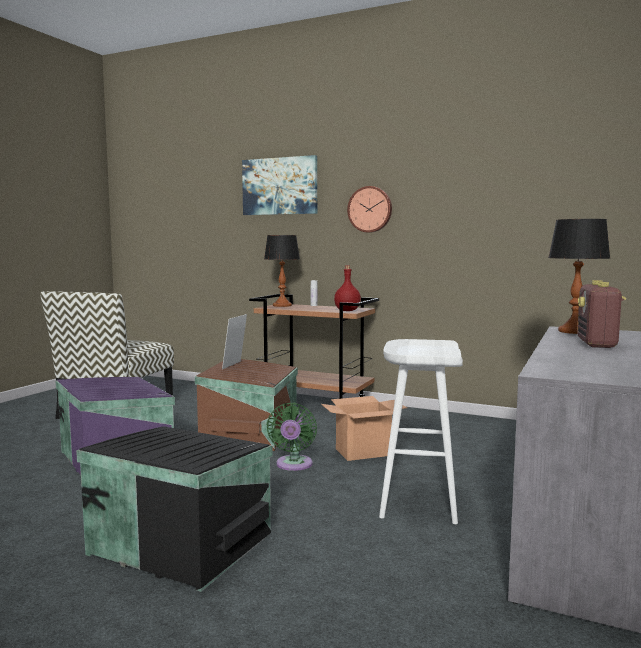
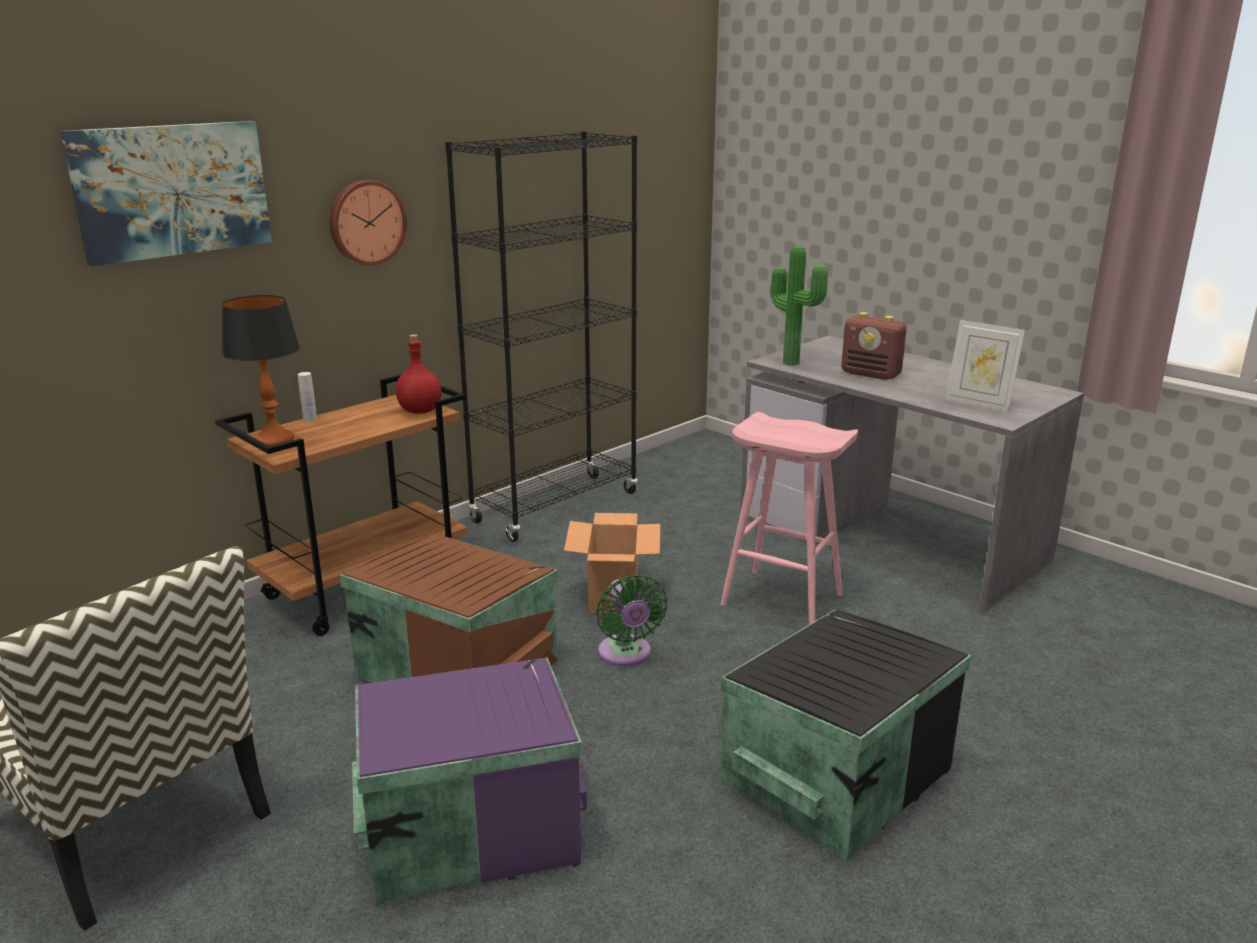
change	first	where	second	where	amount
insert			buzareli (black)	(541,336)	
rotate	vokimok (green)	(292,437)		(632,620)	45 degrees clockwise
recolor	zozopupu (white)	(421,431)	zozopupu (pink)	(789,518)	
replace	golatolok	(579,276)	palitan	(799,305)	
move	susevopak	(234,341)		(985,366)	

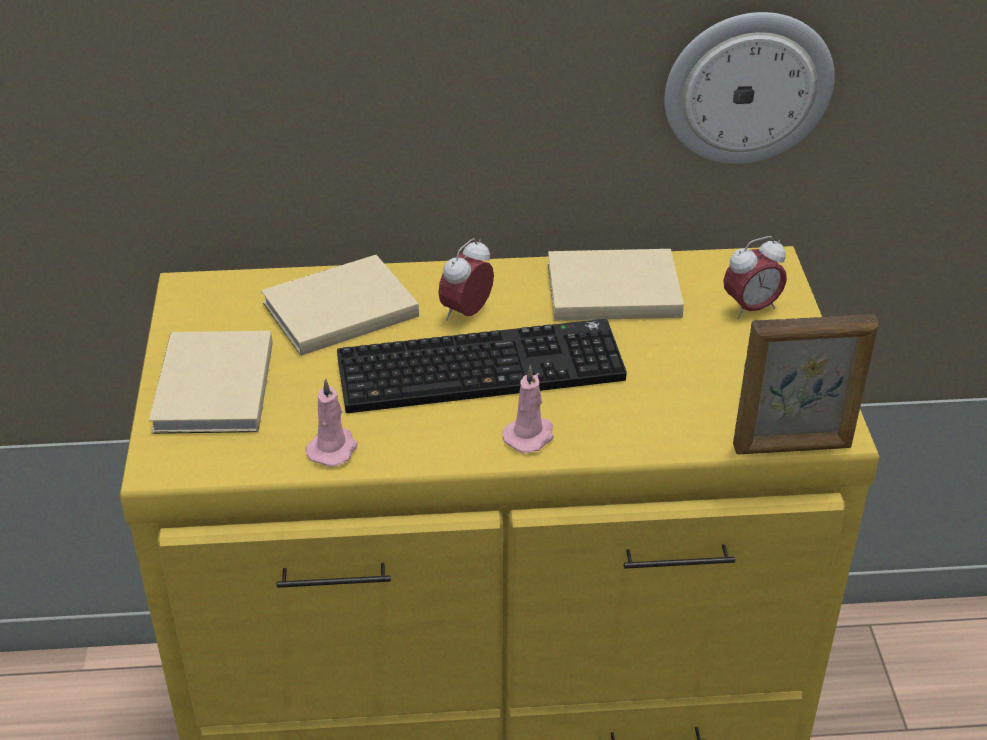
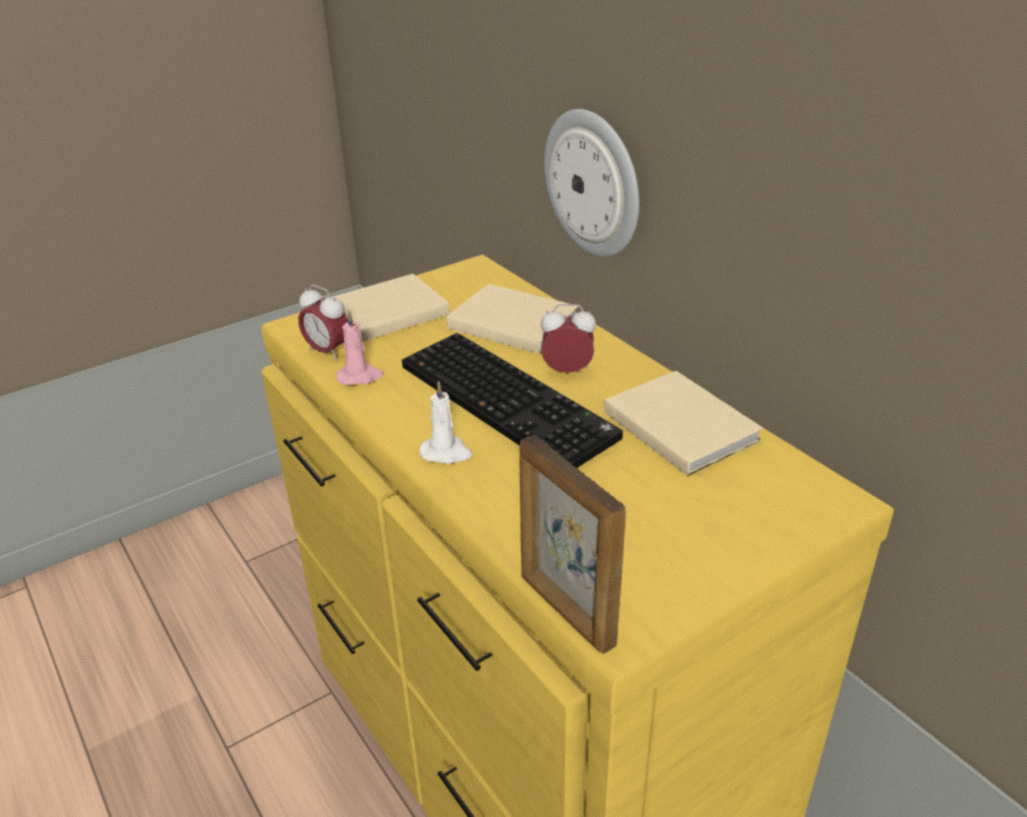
change	first	where	second	where	amount
move	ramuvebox	(755,277)		(323,323)	
recolor	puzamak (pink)	(528,409)	puzamak (white)	(446,422)	
move	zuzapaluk	(749,88)		(591,183)	

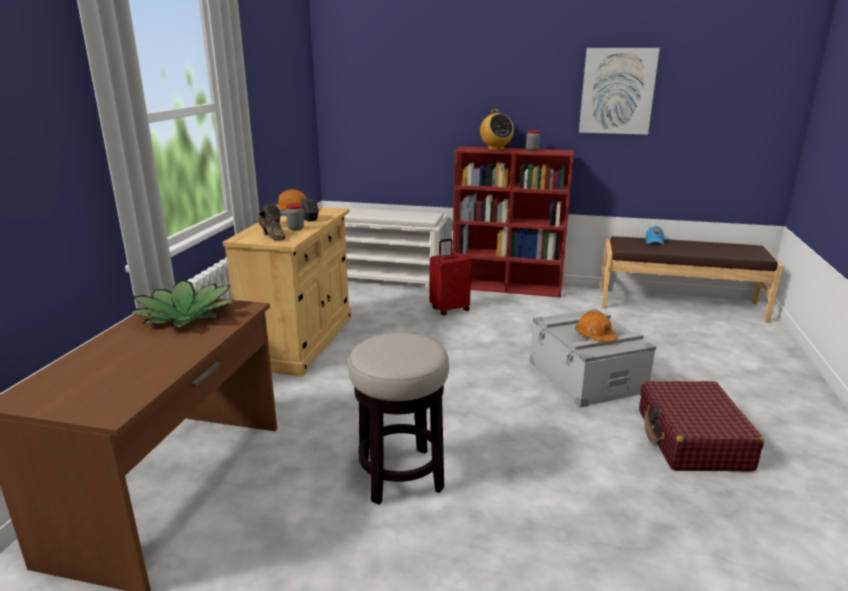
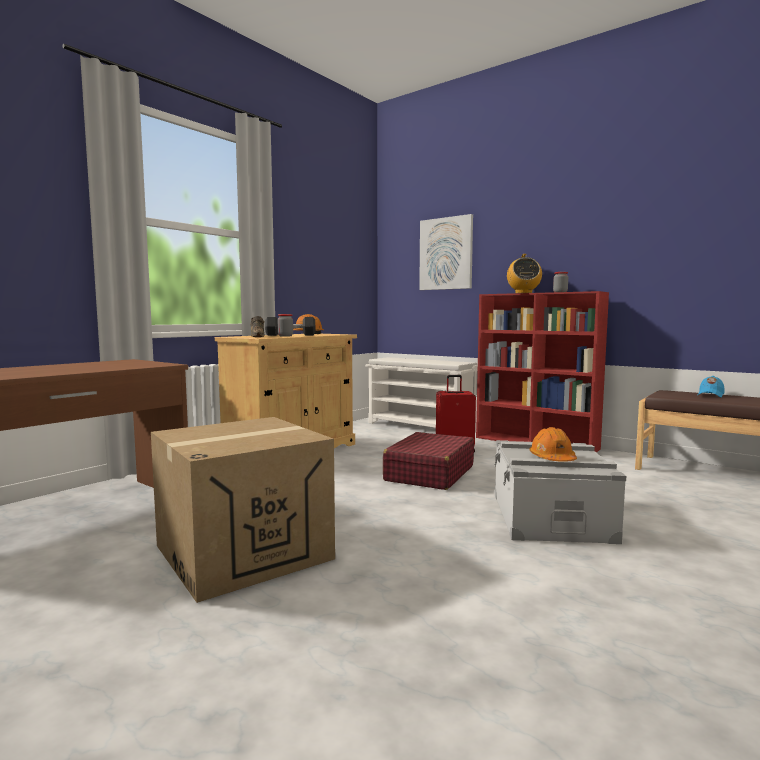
change	first	where	second	where	amount
replace	zozopupu	(398,419)	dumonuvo	(243,510)	
move	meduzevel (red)	(701,426)		(428,461)	
move	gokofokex	(619,91)		(446,252)	
delete	palitan	(181,304)			

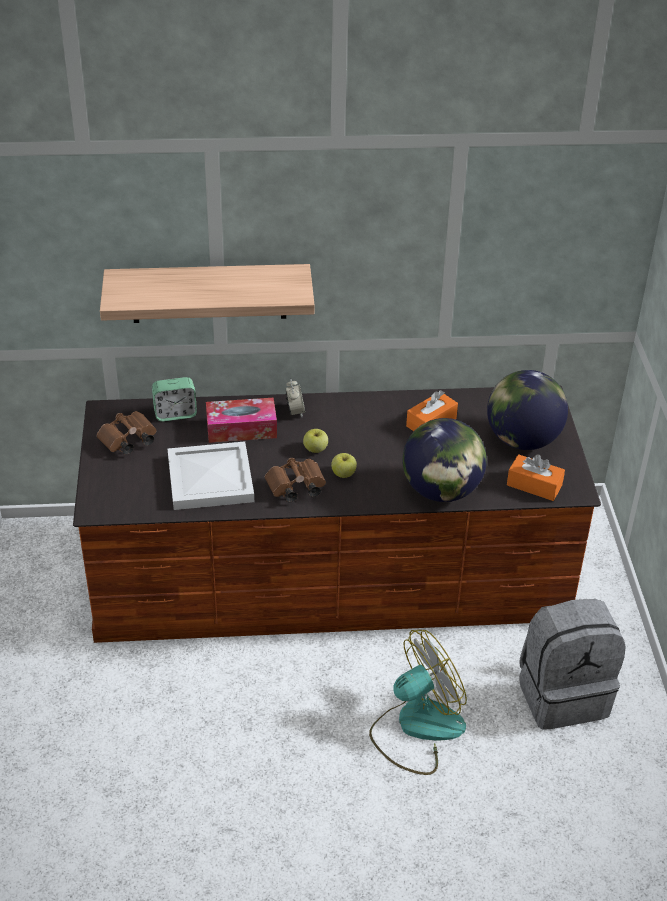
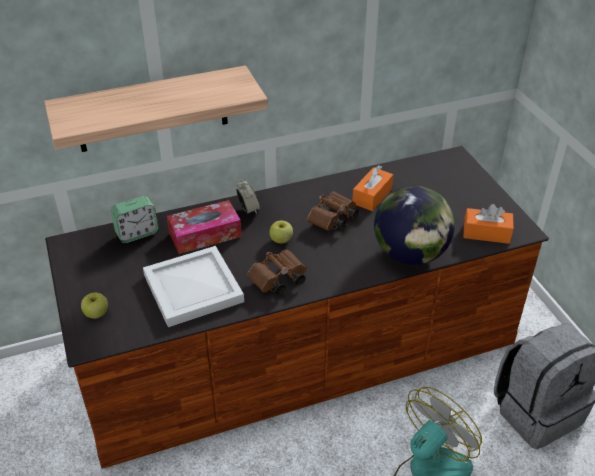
change	first	where	second	where	amount
move	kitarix	(344,465)		(94,306)	
move	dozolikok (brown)	(127,433)		(333,211)	
delete	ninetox	(527,410)			

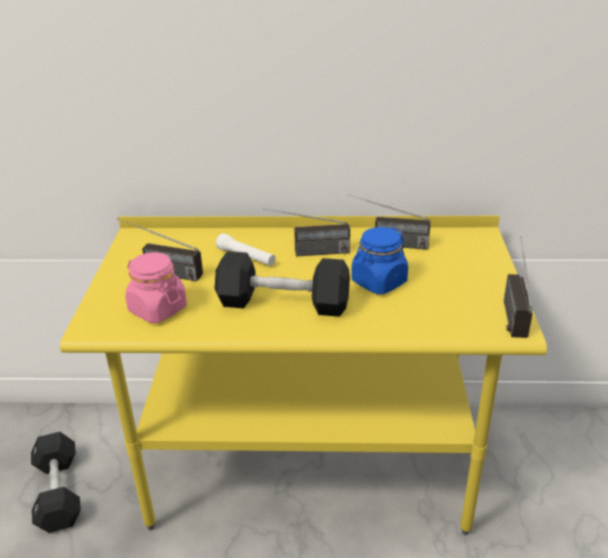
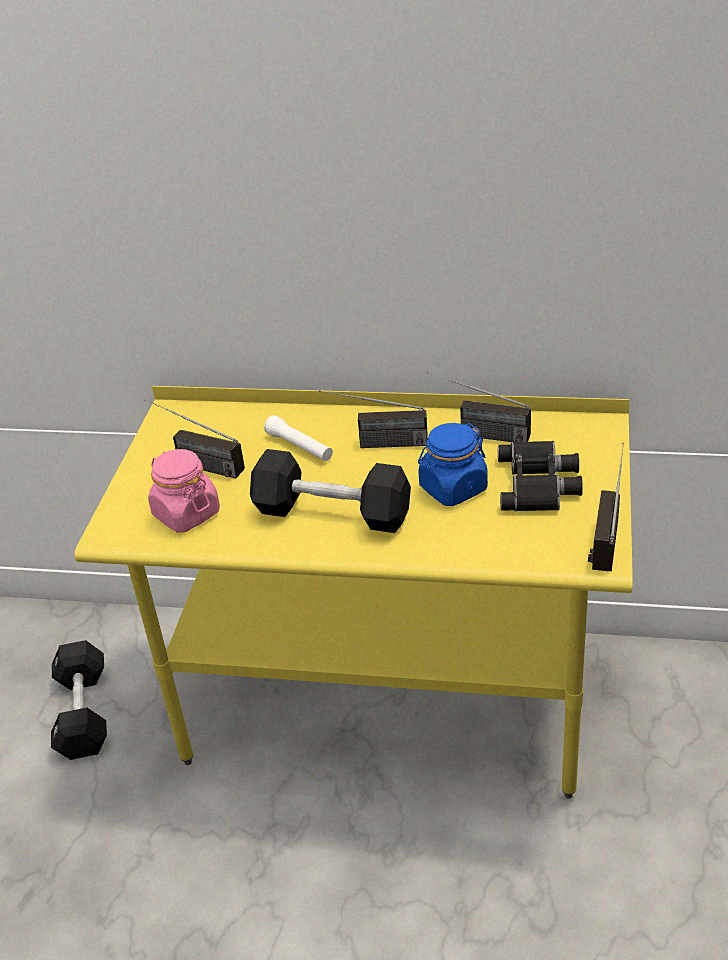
change	first	where	second	where	amount
insert			dozolikok (black)	(540,476)	

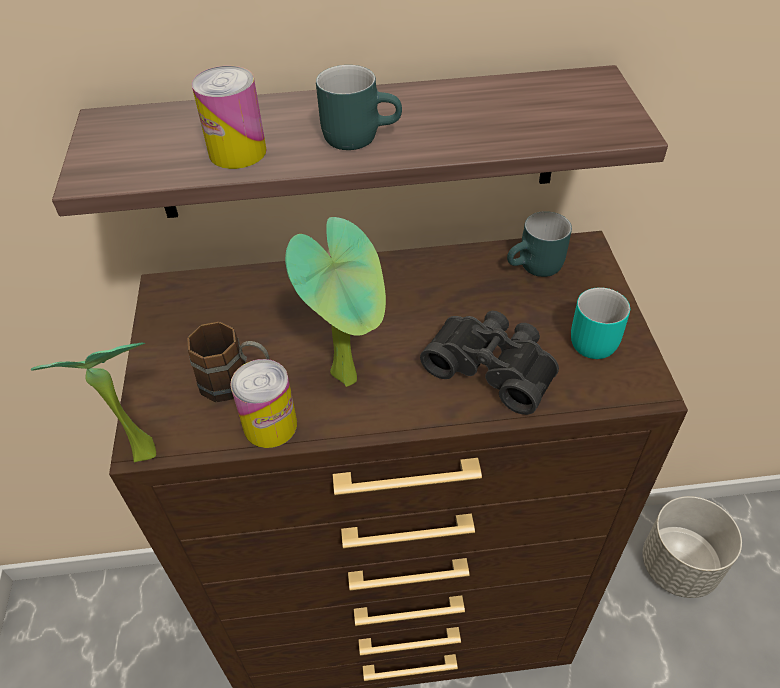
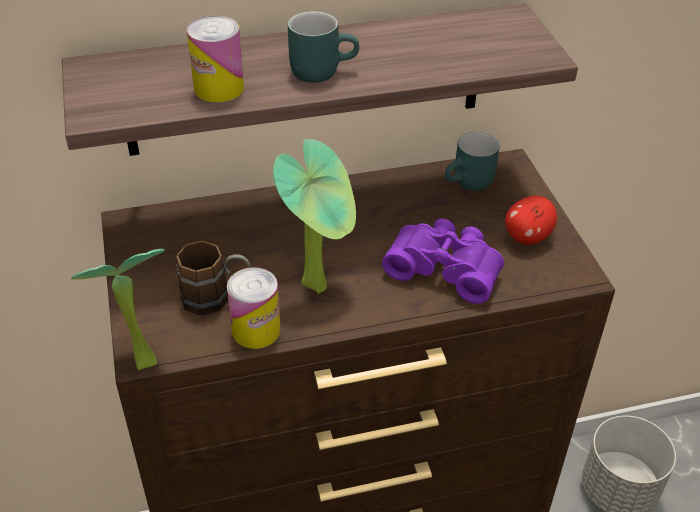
change	first	where	second	where	amount
recolor	dozolikok (black)	(489,363)	dozolikok (purple)	(443,261)	
replace	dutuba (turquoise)	(600,323)	kitarix	(531,220)	

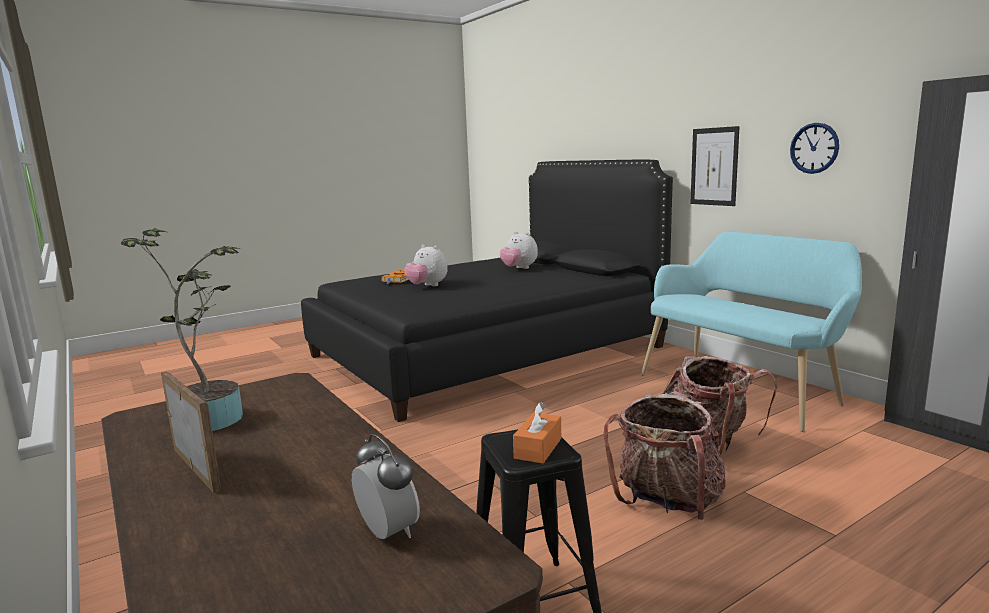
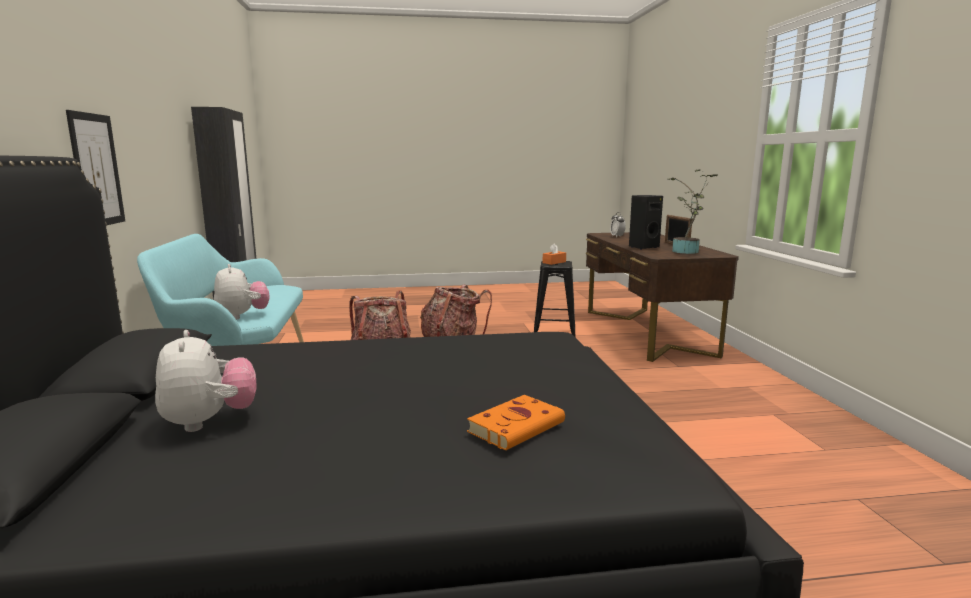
change	first	where	second	where	amount
move	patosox	(426,265)		(241,292)	
insert			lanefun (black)	(646,222)	
delete	zuzapaluk	(814,148)			

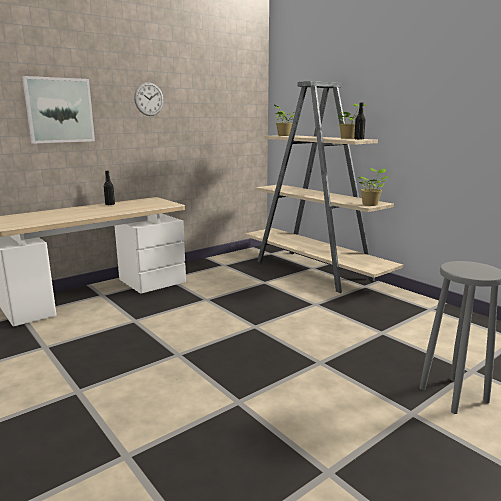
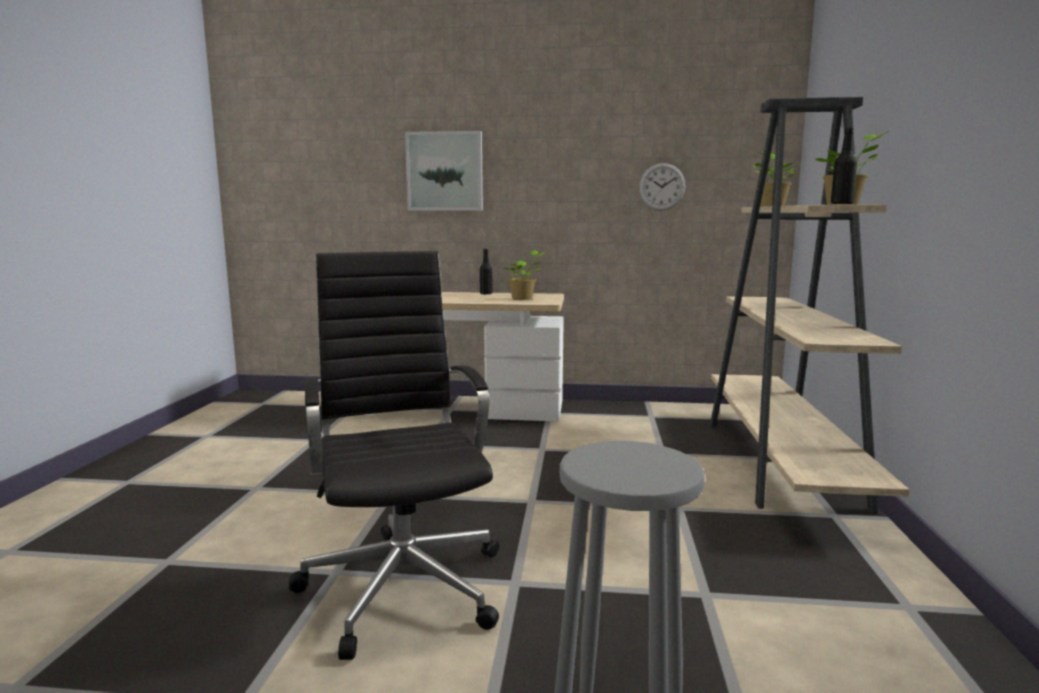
change	first	where	second	where	amount
insert			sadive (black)	(394,455)	
move	palitan	(373,187)		(524,275)	
move	zuzapaluk	(149,99)		(662,186)	

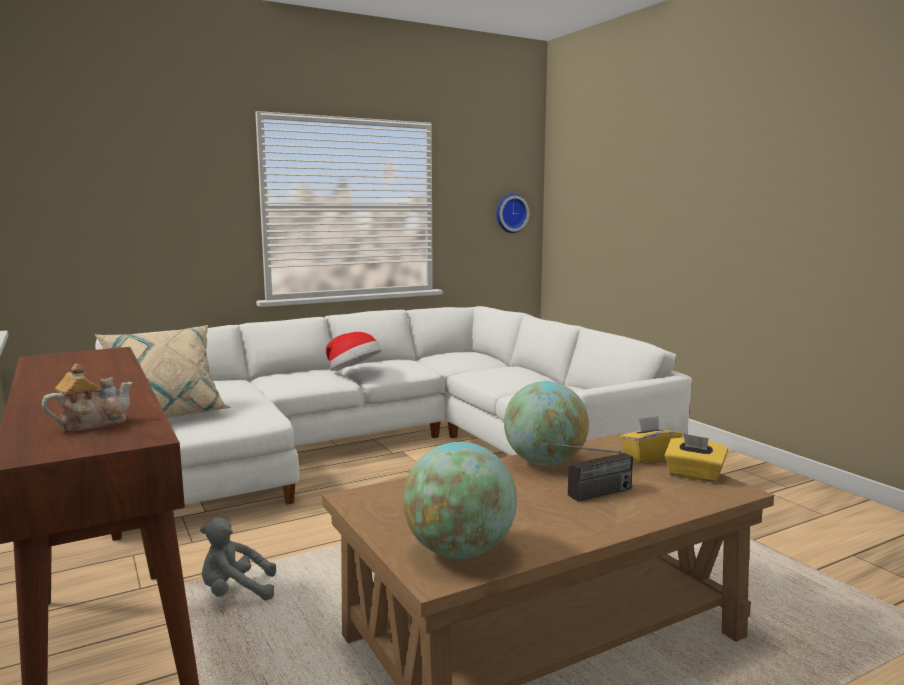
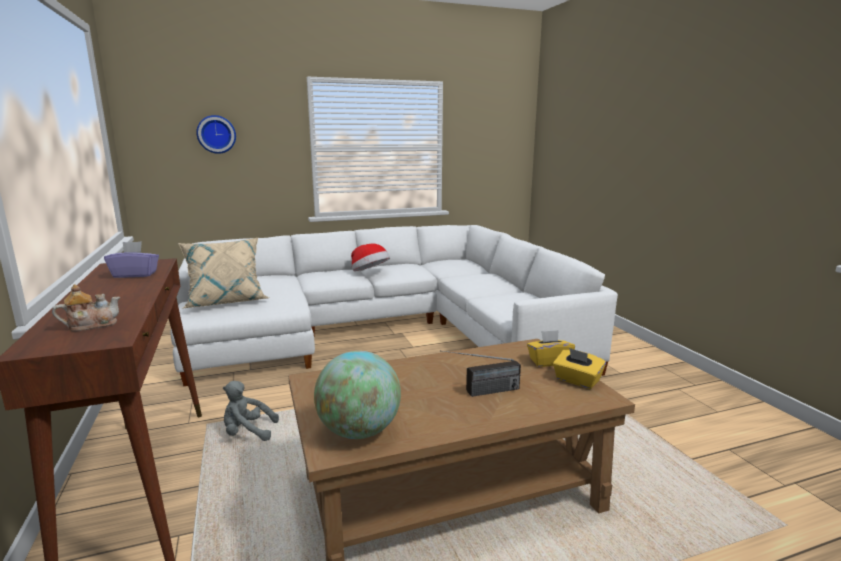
change	first	where	second	where	amount
insert			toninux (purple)	(131,259)	
move	zuzapaluk	(513,213)		(216,134)	
delete	ninetox	(546,423)			

